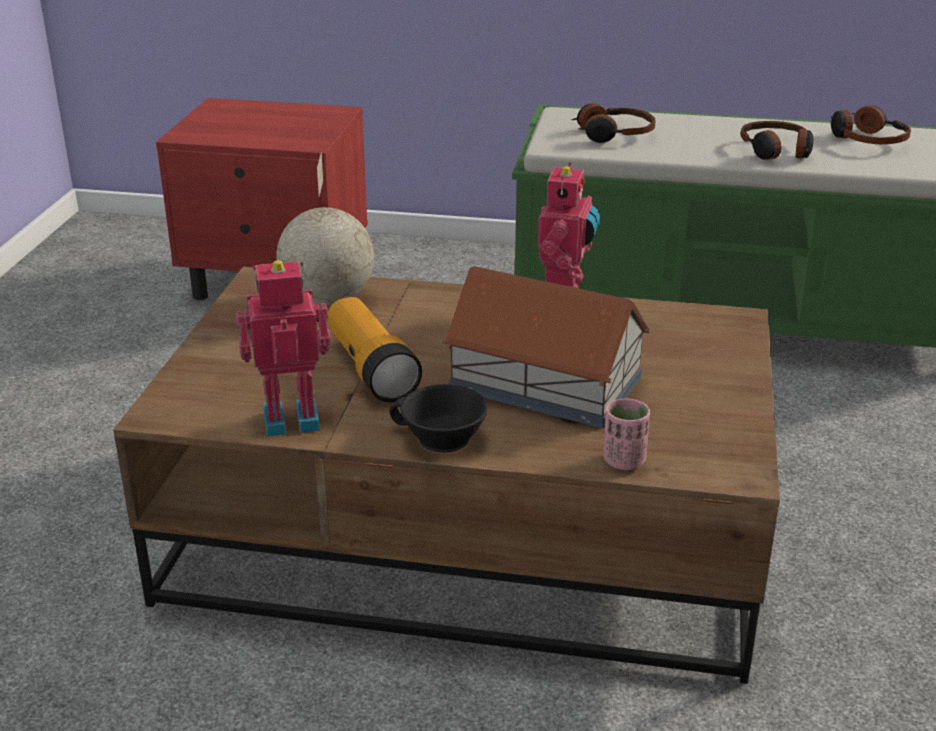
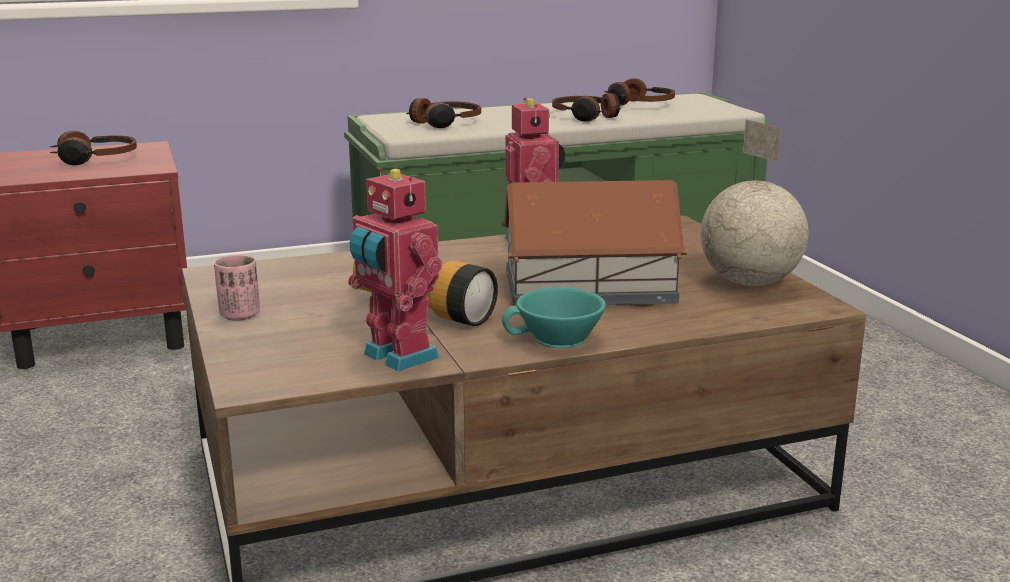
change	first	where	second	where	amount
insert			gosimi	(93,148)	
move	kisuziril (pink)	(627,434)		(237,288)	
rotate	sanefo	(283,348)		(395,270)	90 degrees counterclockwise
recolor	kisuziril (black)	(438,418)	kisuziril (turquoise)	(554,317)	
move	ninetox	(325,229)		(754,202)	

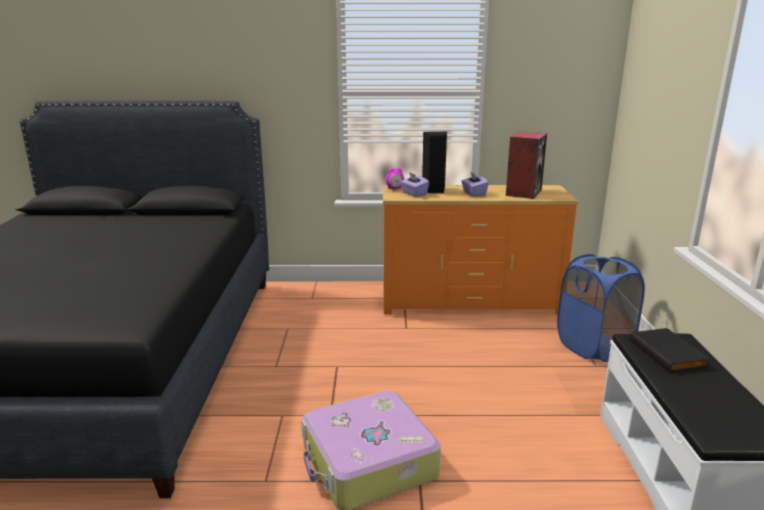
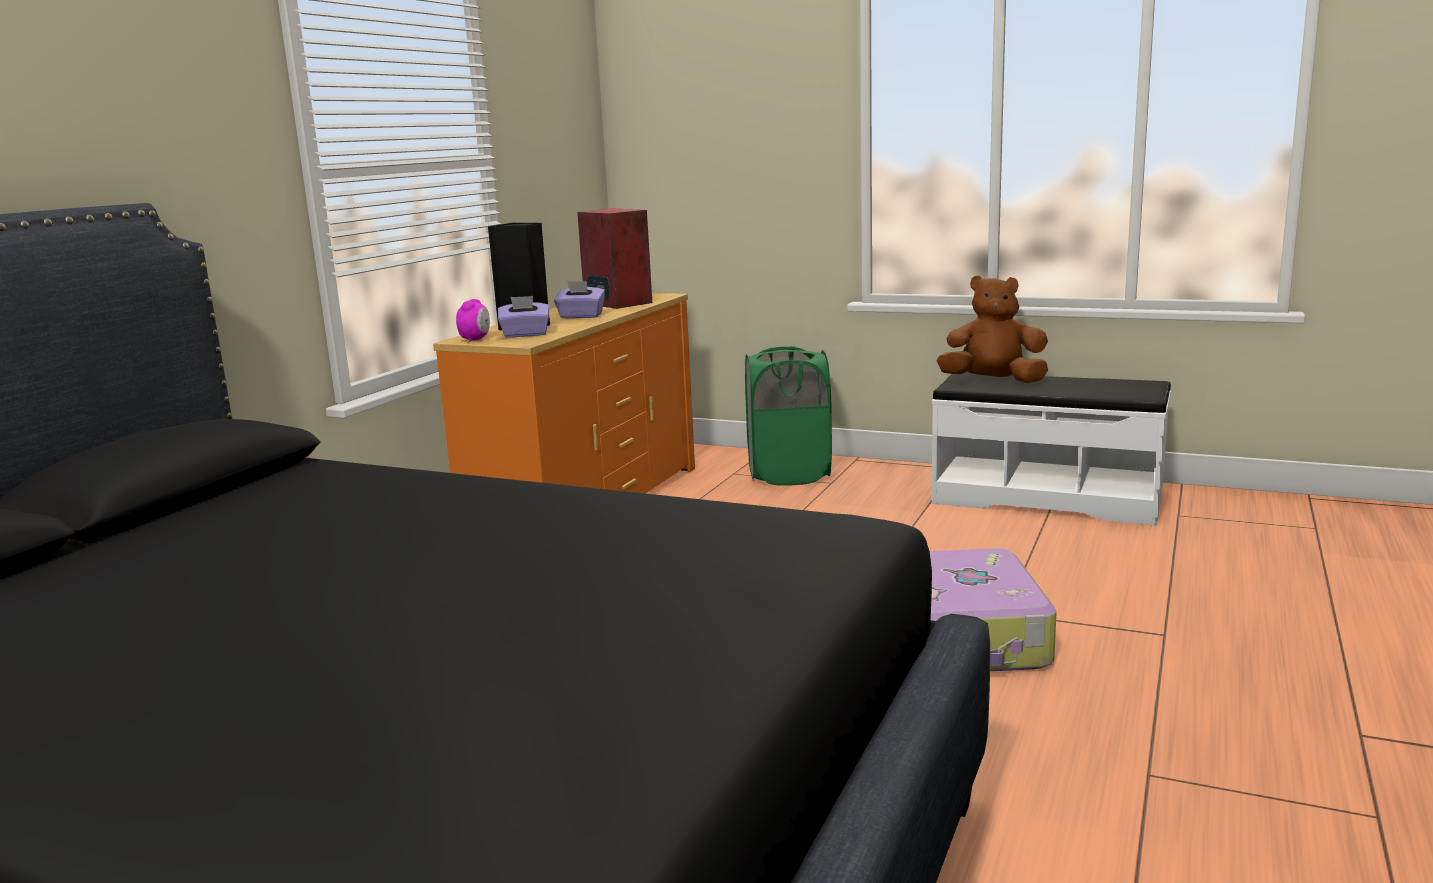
change	first	where	second	where	amount
recolor	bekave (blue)	(601,308)	bekave (green)	(788,416)	
replace	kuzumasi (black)	(670,350)	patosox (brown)	(992,329)	

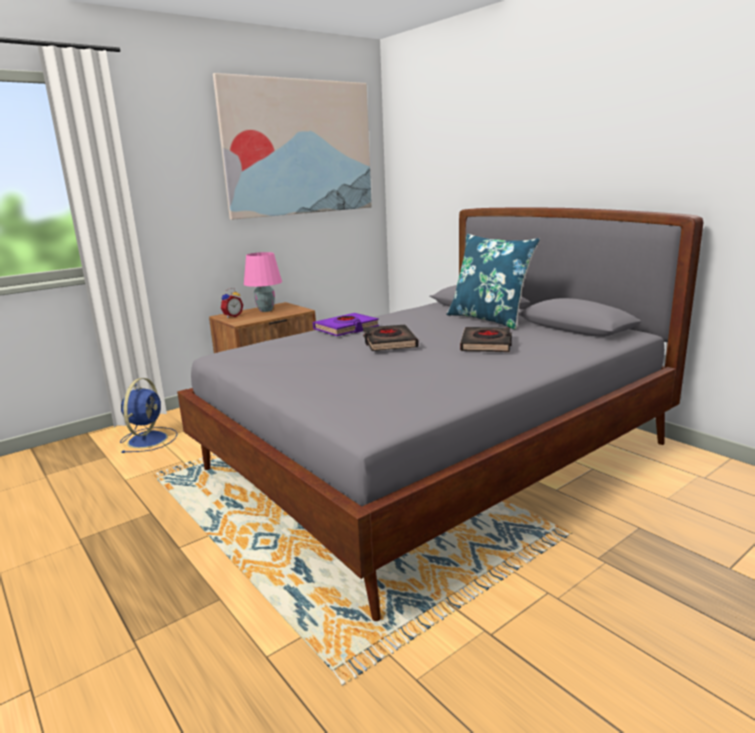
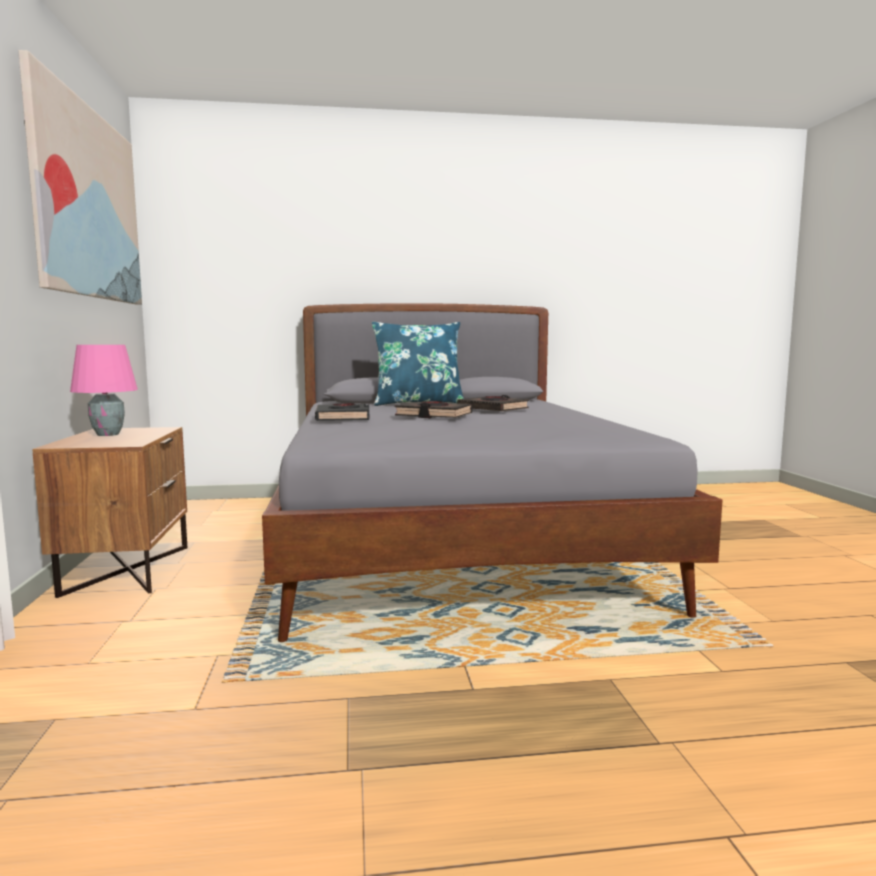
change	first	where	second	where	amount
recolor	kuzumasi (purple)	(346,324)	kuzumasi (black)	(342,412)	
delete	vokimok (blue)	(149,415)			
delete	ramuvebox	(232,303)			

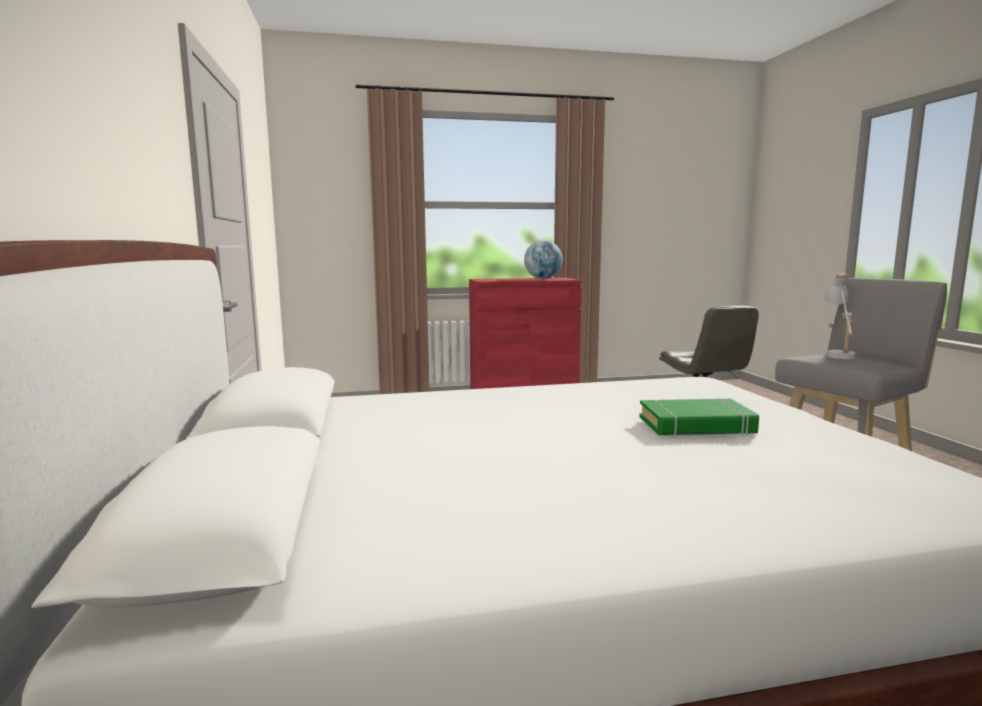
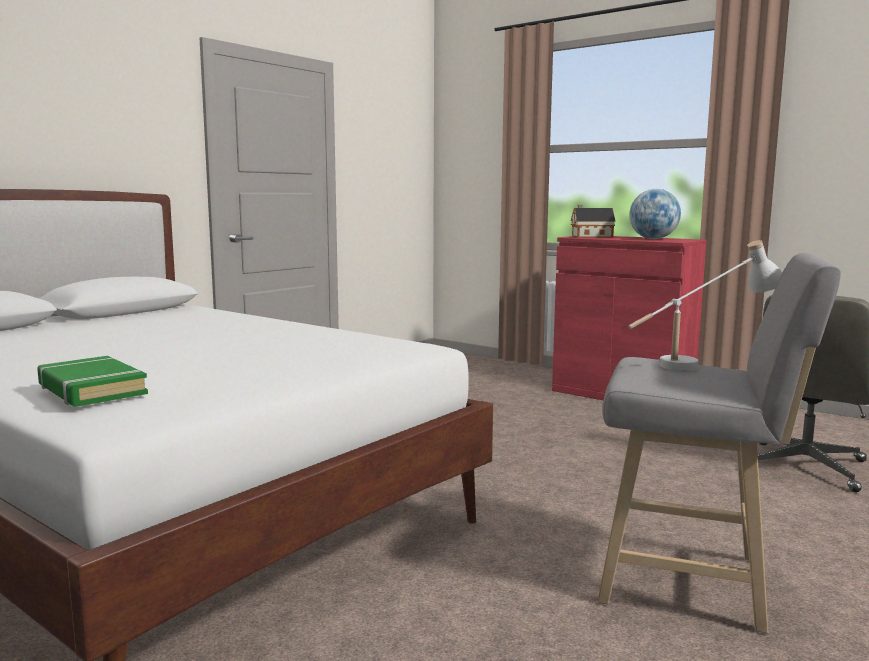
change	first	where	second	where	amount
move	kuzumasi (green)	(699,417)		(92,381)	
insert			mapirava	(593,221)	

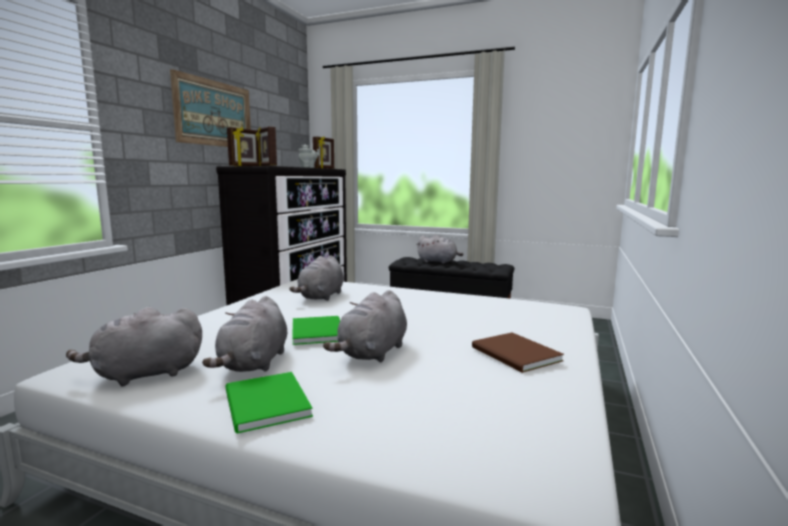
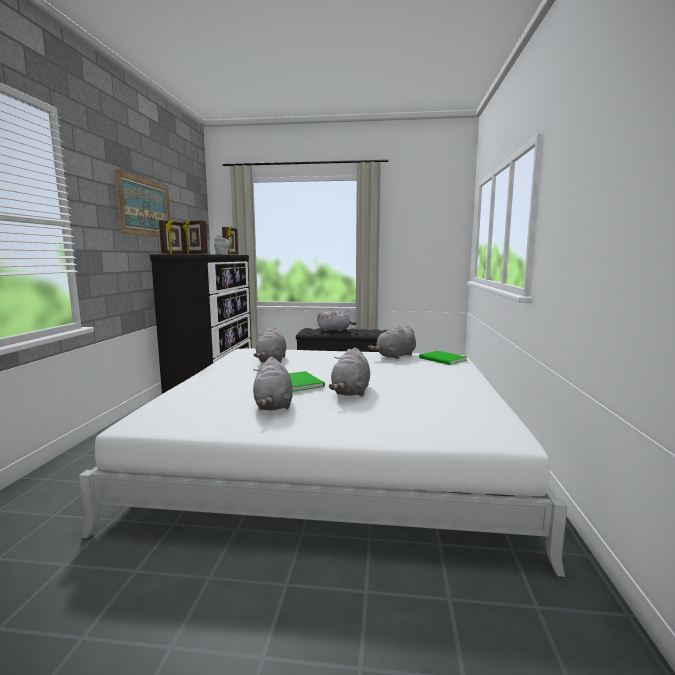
change	first	where	second	where	amount
move	patosox (grey)	(134,347)		(392,342)	
move	kuzumasi (green)	(269,403)		(443,358)	
delete	kuzumasi (brown)	(518,352)			

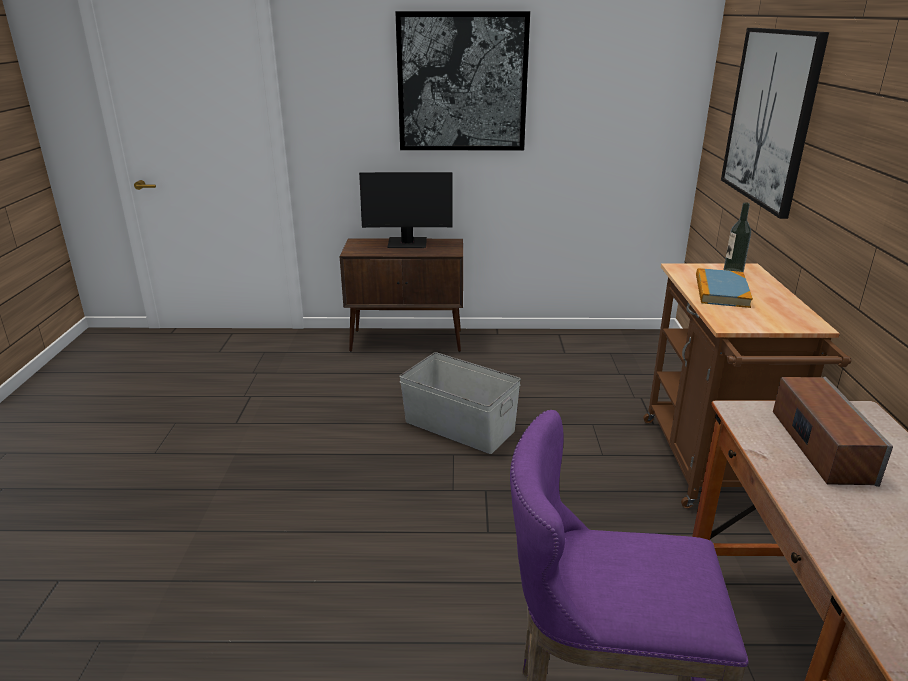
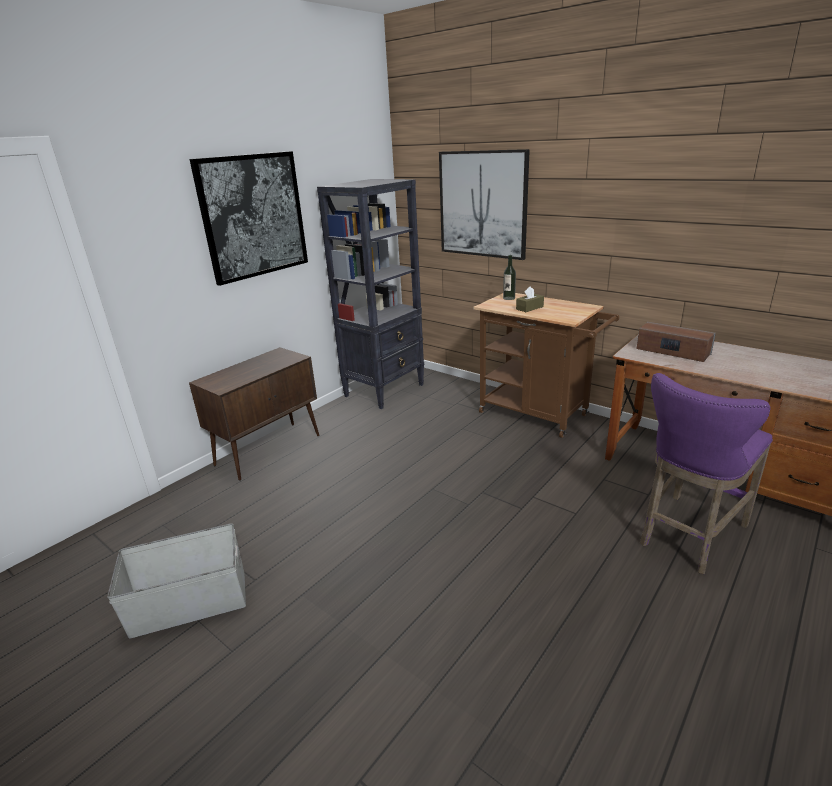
change	first	where	second	where	amount
move	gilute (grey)	(460,403)		(176,581)	
insert			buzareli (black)	(370,294)	
replace	kuzumasi	(724,288)	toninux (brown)	(530,299)	
delete	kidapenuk	(406,210)			

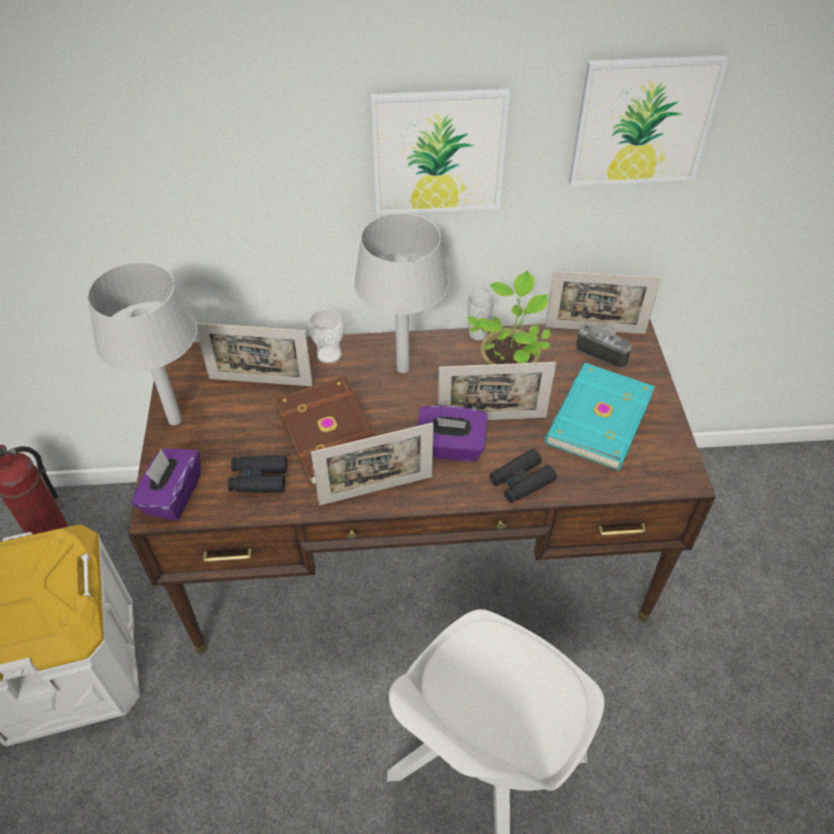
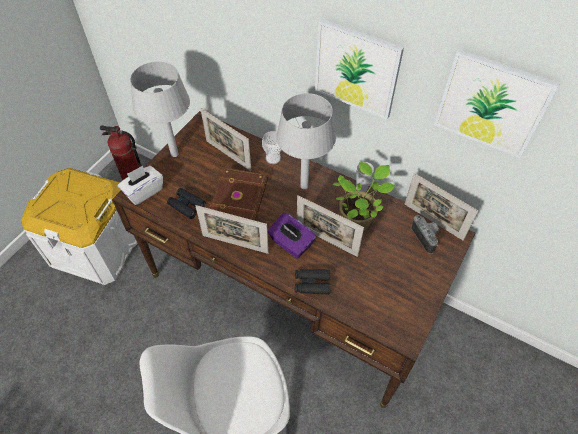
change	first	where	second	where	amount
recolor	toninux (purple)	(166,484)	toninux (white)	(140,185)	
delete	kuzumasi (turquoise)	(600,417)			

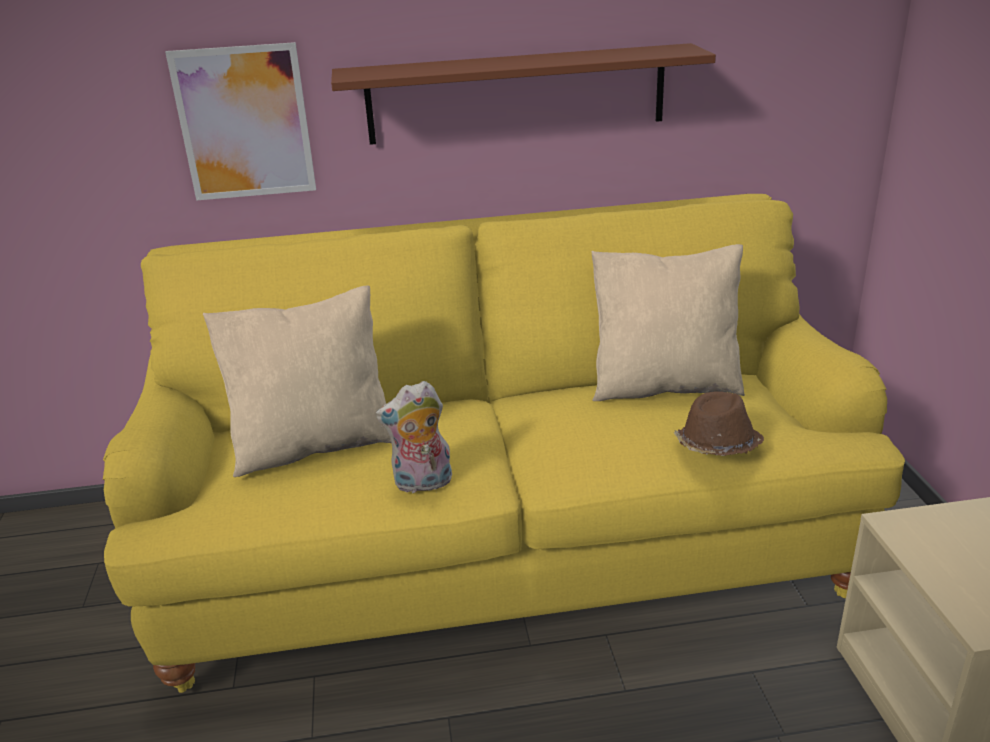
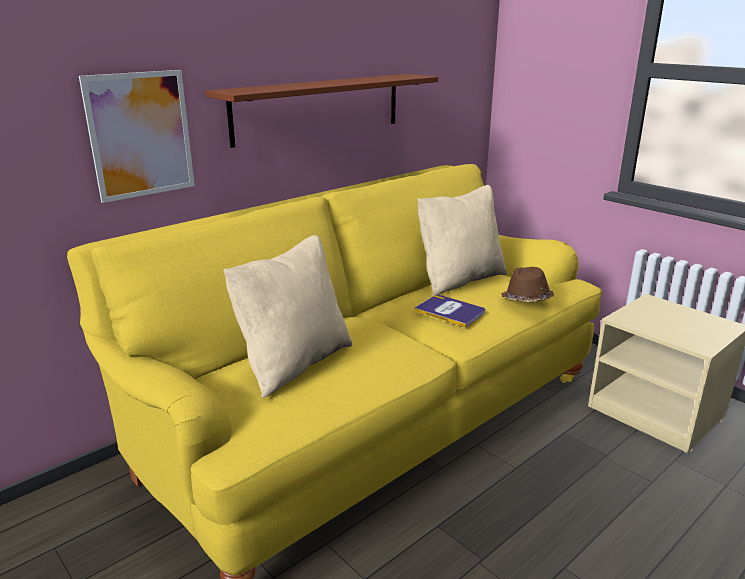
change	first	where	second	where	amount
insert			kuzumasi	(449,311)	
delete	patosox	(413,437)			

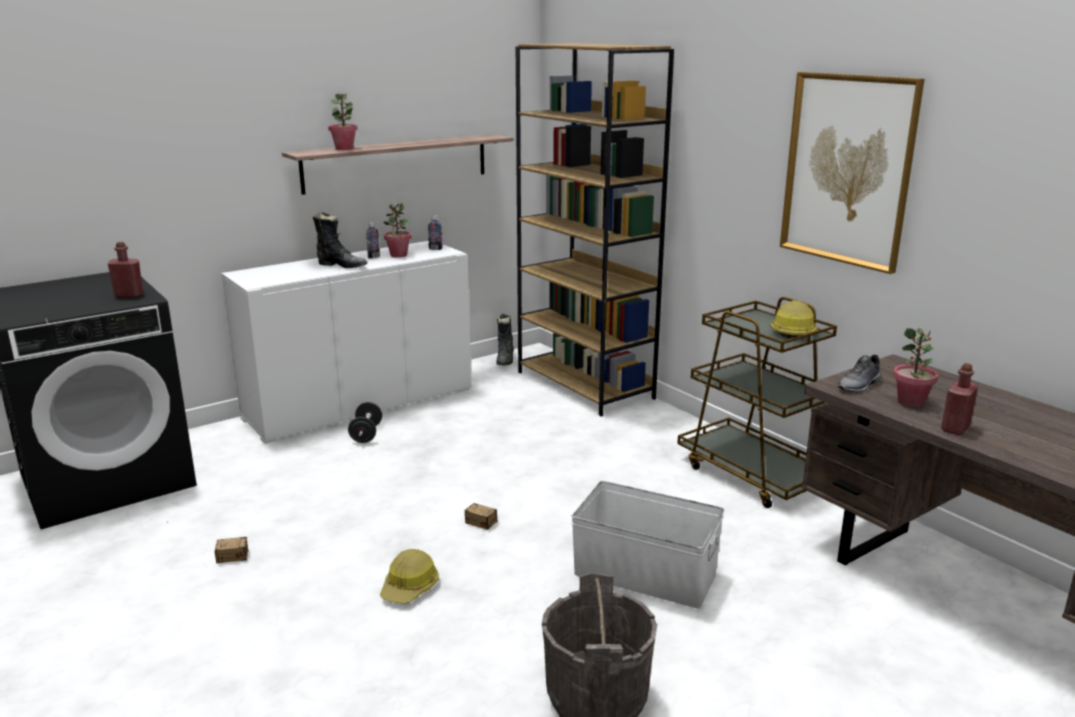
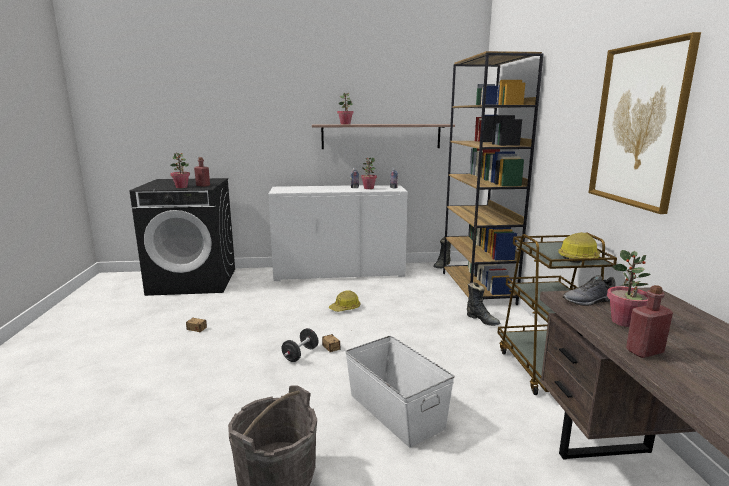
change	first	where	second	where	amount
insert			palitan	(180,170)	
move	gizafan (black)	(365,422)		(300,345)	
move	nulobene	(409,576)		(344,301)	
move	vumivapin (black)	(340,240)		(483,304)	

